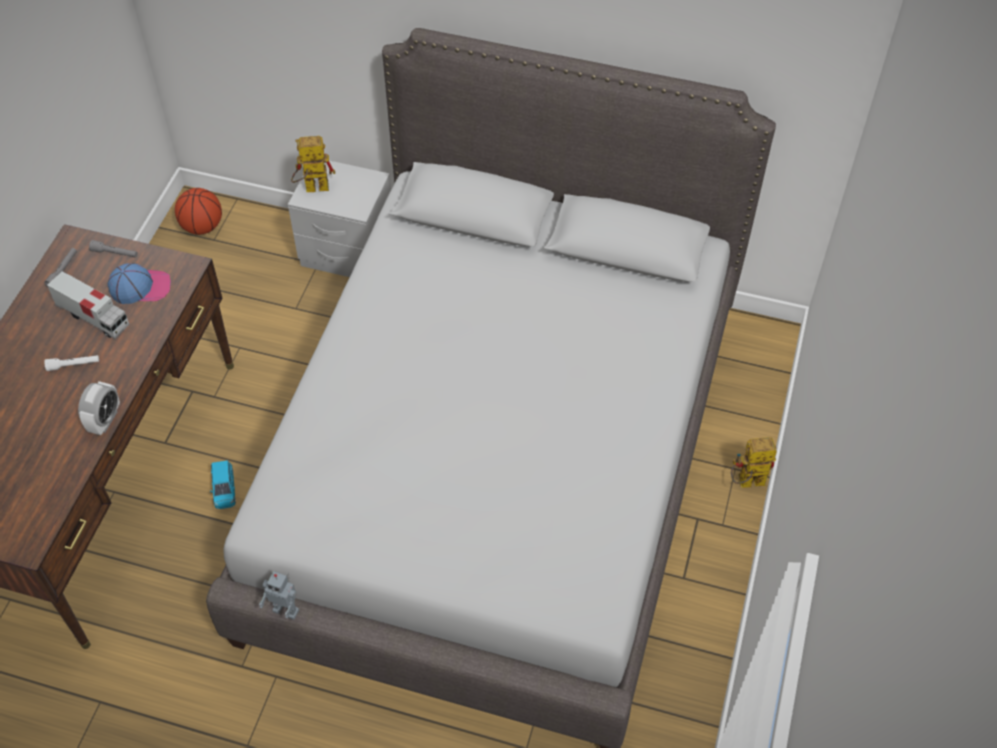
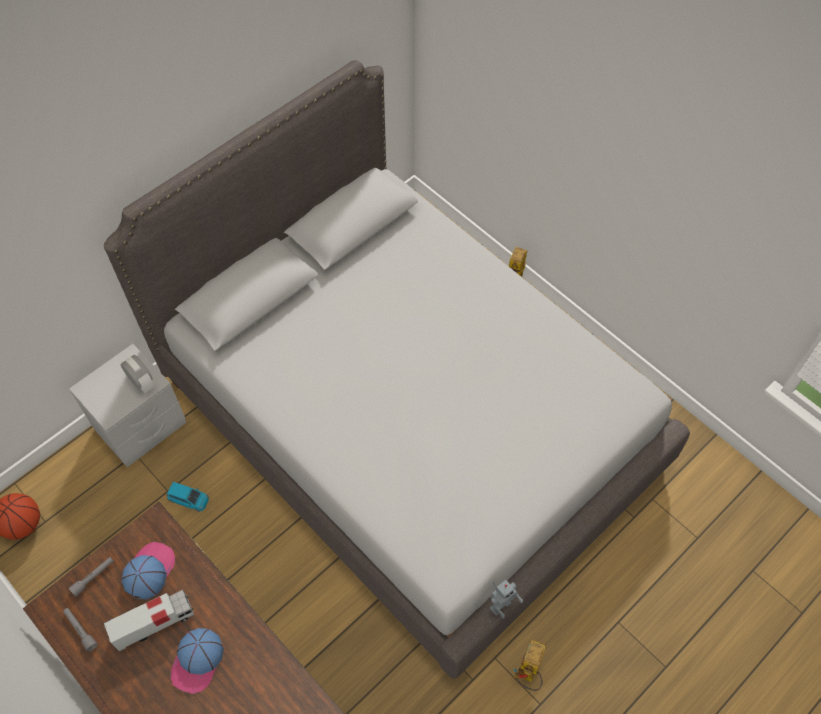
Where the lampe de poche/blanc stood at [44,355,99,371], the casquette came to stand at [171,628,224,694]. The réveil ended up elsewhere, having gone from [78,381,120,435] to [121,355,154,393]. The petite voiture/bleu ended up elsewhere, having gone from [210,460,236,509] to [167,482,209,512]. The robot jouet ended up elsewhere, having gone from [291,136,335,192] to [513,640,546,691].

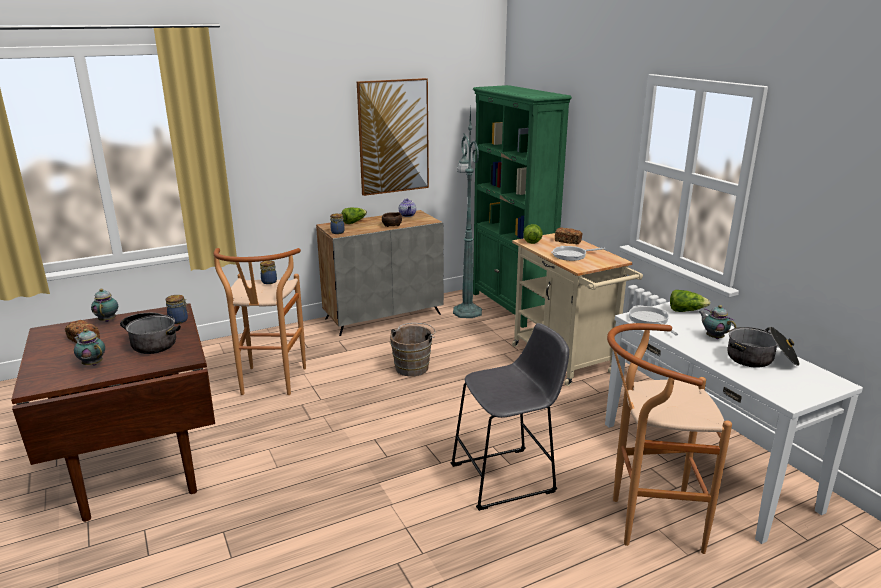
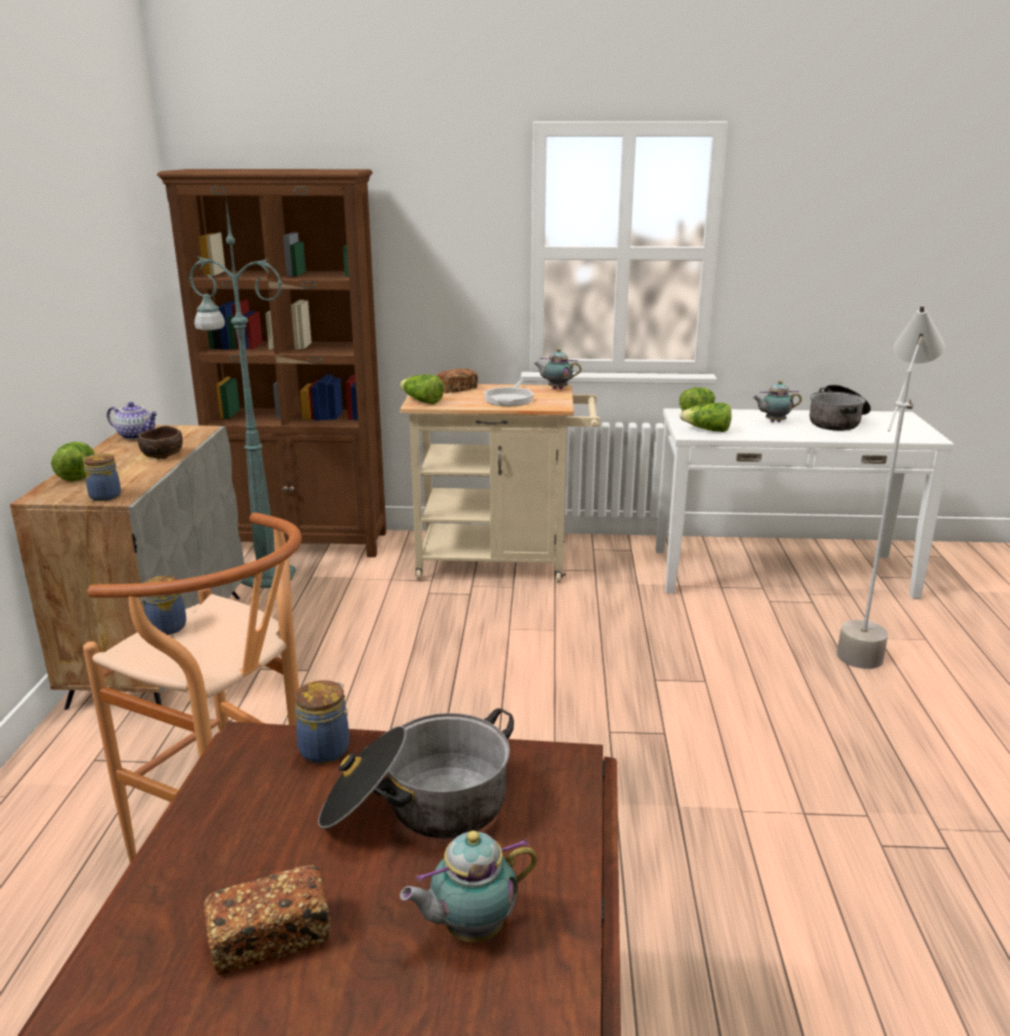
The théière ended up elsewhere, having gone from [91,289,118,322] to [534,348,582,389]. The second view lost the tableau at [357,78,429,196]. The second view lost the seau/marron at [390,323,436,376]. The second view lost the tabouret/gris at [451,323,569,511]. What was the bibliothèque/vert at [473,85,572,328] turned into the bibliothèque/marron at [157,169,386,557]. Where the tabouret/marron stood at [607,323,732,554], the lampadaire/gris came to stand at [837,305,945,669]. Where the poêle stood at [629,305,678,336], the laitue came to stand at [679,403,731,432].

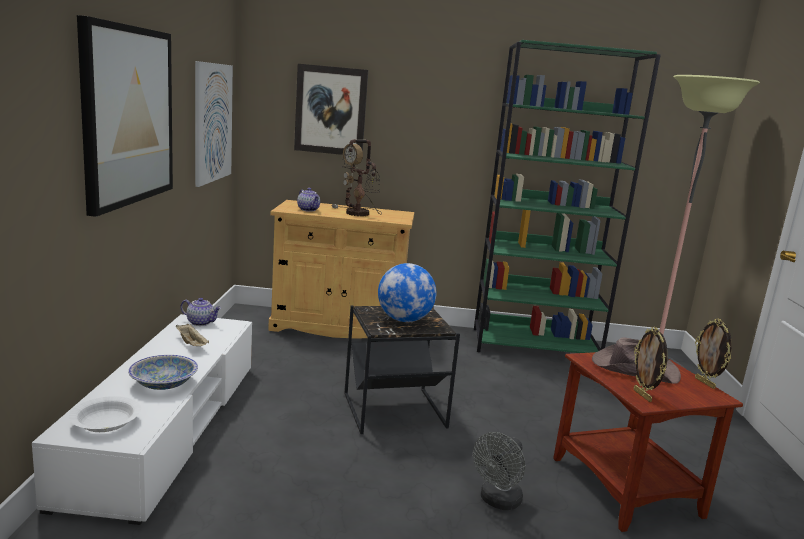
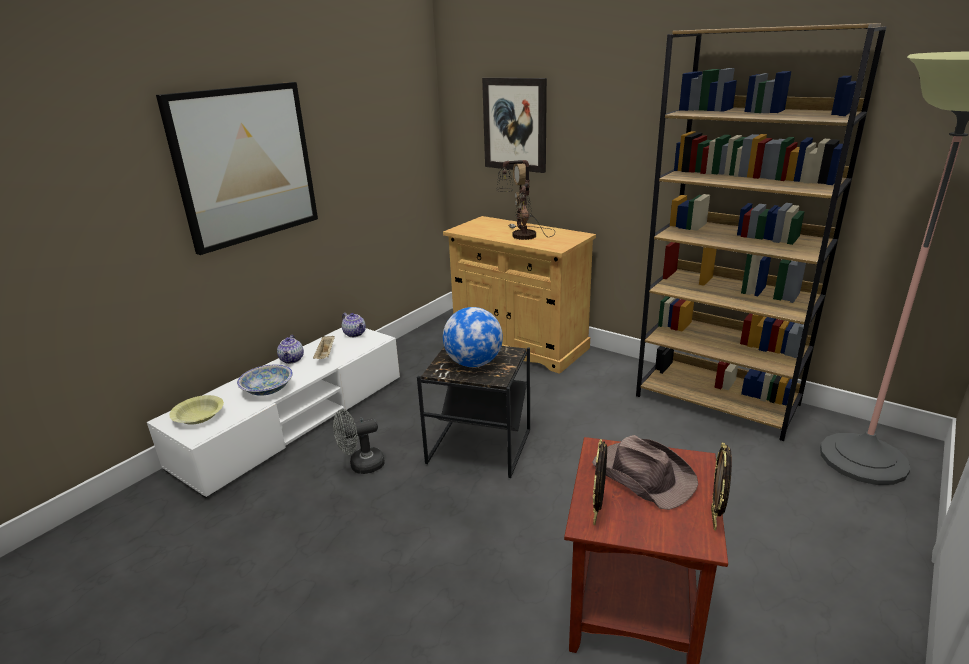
What was the bol/blanc at [69,396,141,432] turned into the bol/jaune at [169,395,224,425]. The second view lost the tableau at [195,61,233,187]. The théière ended up elsewhere, having gone from [297,188,320,212] to [277,335,304,364]. The ventilateur/gris ended up elsewhere, having gone from [473,432,526,510] to [333,409,385,474]. What was the bibliothèque/vert at [474,40,661,353] turned into the bibliothèque/marron at [636,23,887,441].

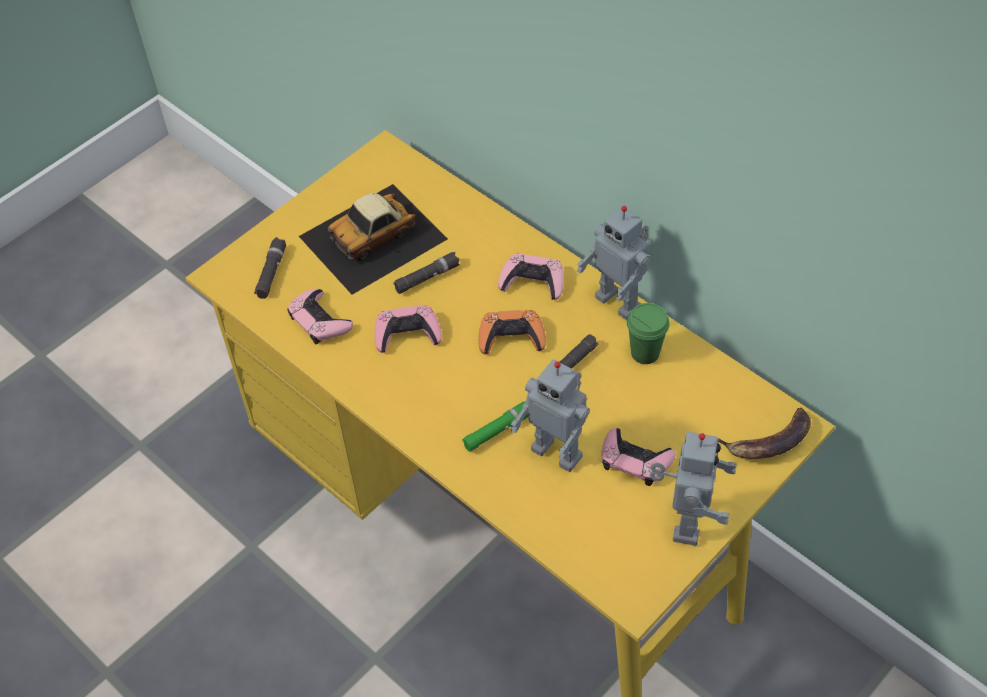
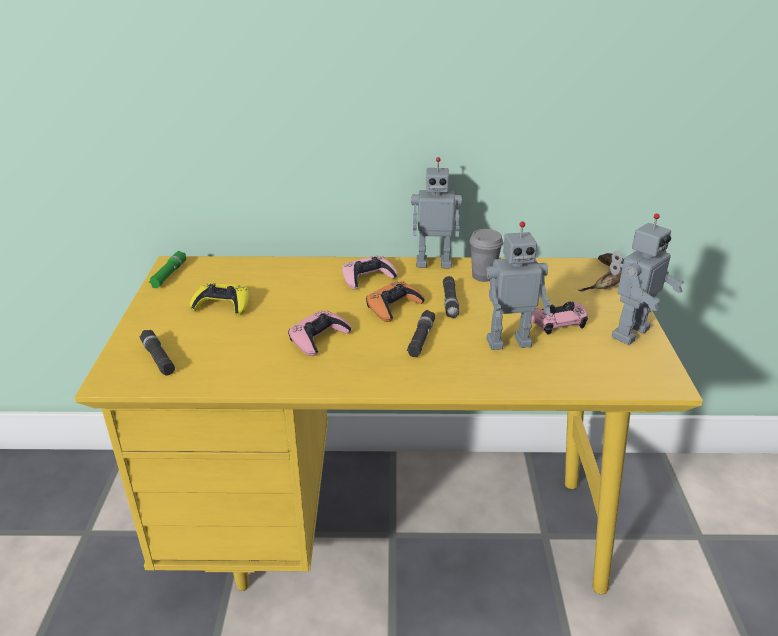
The second view lost the manette/rose at [287,289,353,344]. Where the petite voiture stood at [299,184,448,295], the manette/jaune came to stand at [190,283,249,315]. The lampe de poche/noir ended up elsewhere, having gone from [393,252,460,294] to [407,310,435,357]. The lampe de poche/vert ended up elsewhere, having gone from [462,401,529,452] to [149,251,186,288]. What was the tasse/vert at [627,303,669,364] turned into the tasse/gris at [469,229,503,282]. The robot jouet at [650,432,737,546] ended up facing another way, 75 degrees clockwise from before.

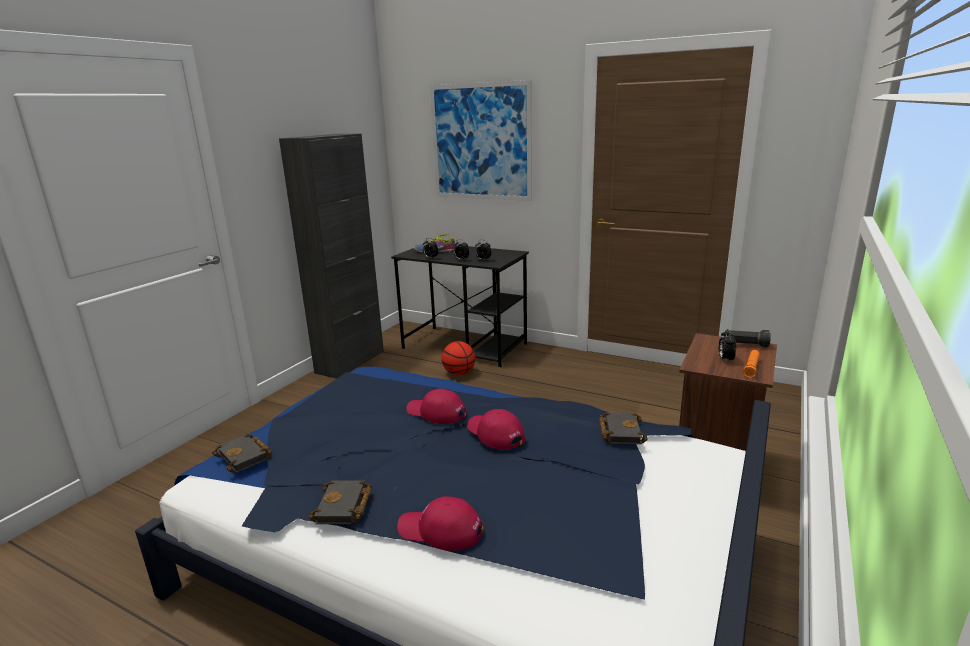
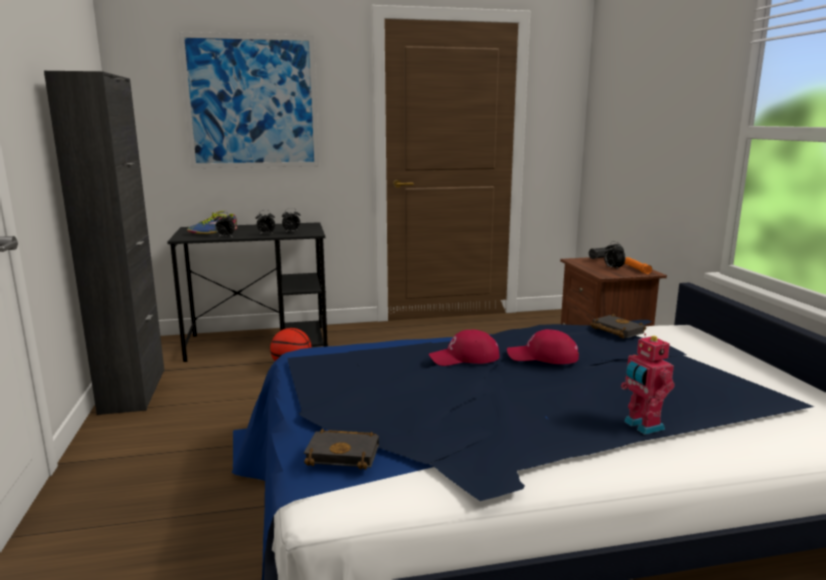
The second view lost the livre/noir at [309,480,372,524]. Where the casquette/rouge stood at [397,496,483,551], the robot jouet came to stand at [621,333,675,435].

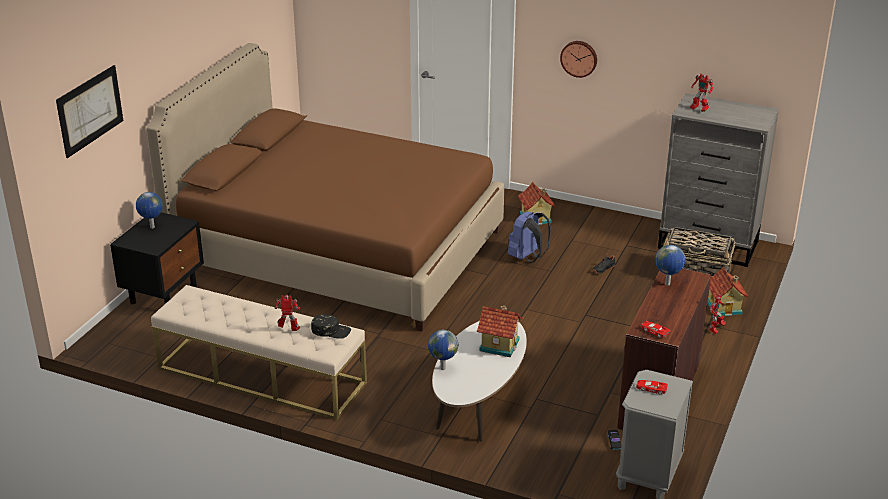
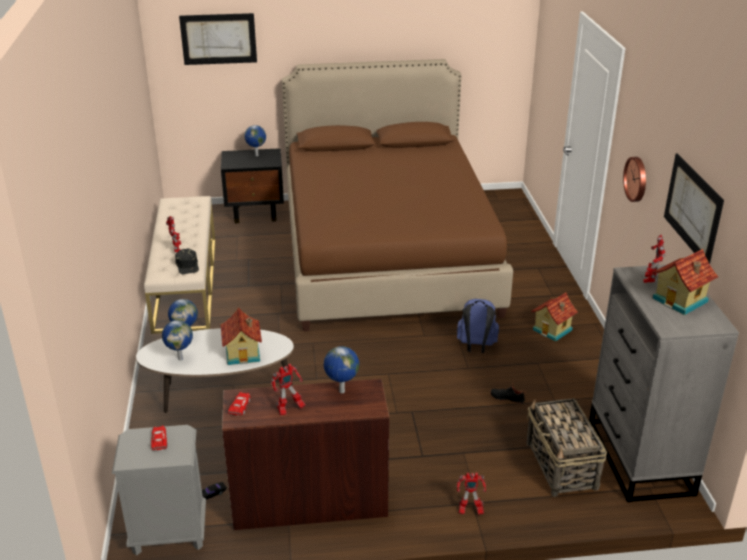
The maison miniature ended up elsewhere, having gone from [707,267,748,316] to [652,249,718,315]. The second view gained the globe at [162,320,193,360]. The second view gained the robot jouet at [271,364,306,415]. The second view gained the tableau at [664,153,724,264].

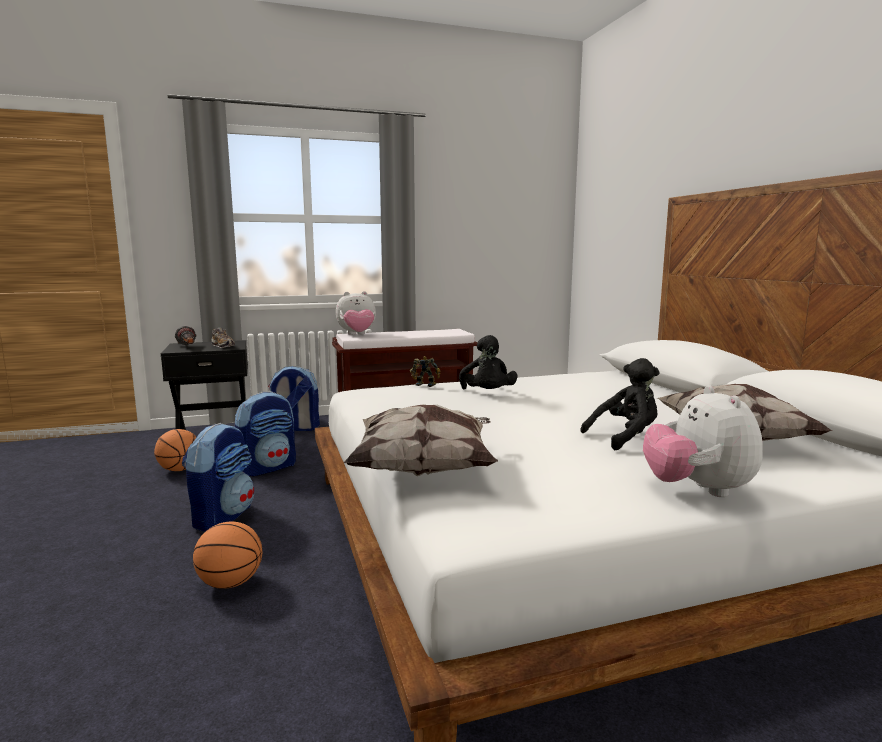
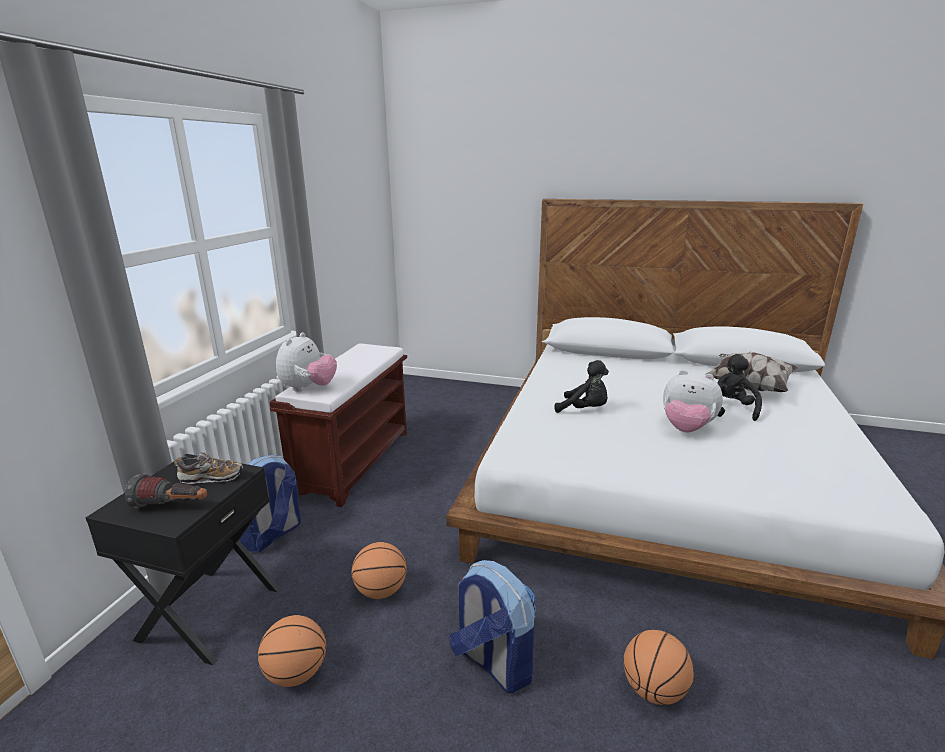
Where the sac à dos stood at [234,391,296,476], the ballon de basket came to stand at [352,542,407,599]. The second view lost the coussin at [344,404,498,476]. The second view lost the robot jouet at [410,356,441,387]. The peluche ended up elsewhere, having gone from [643,385,763,497] to [663,370,723,432].

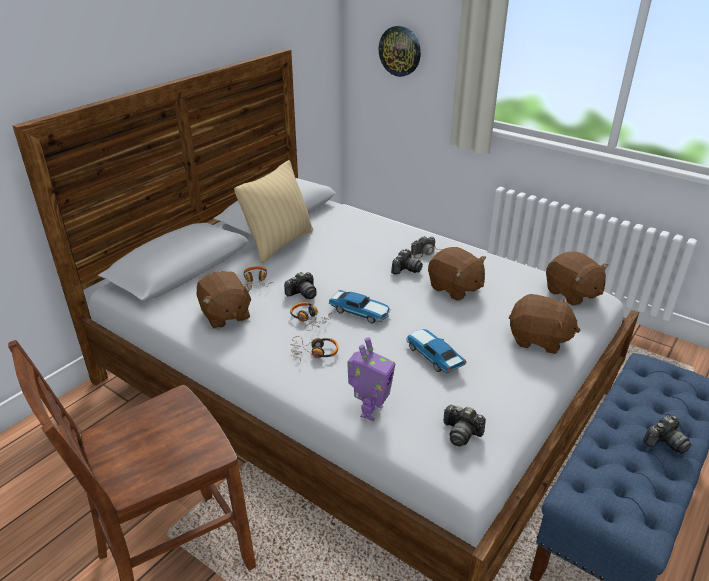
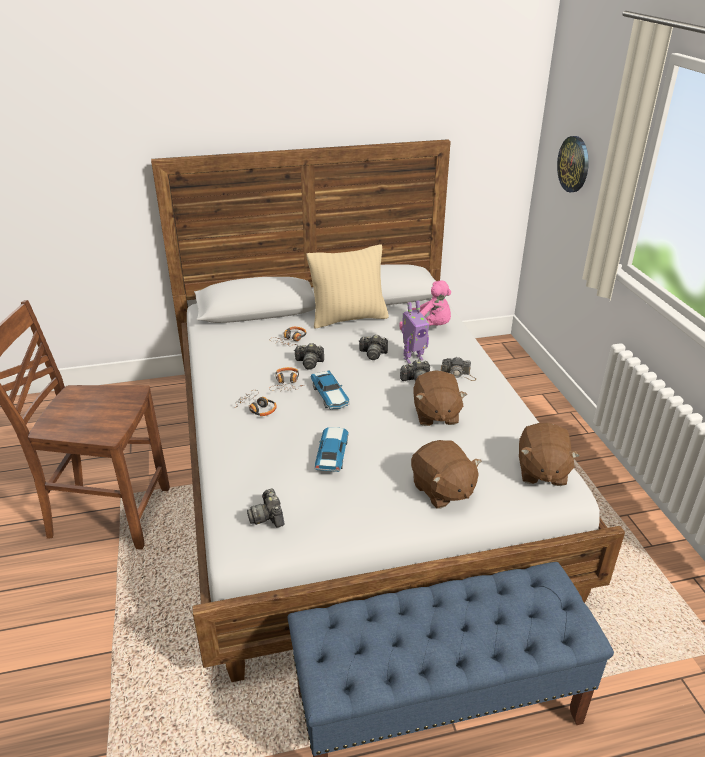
The second view lost the peluche/marron at [196,271,252,329]. The robot jouet ended up elsewhere, having gone from [347,337,396,421] to [401,300,429,364]. The appareil photo ended up elsewhere, having gone from [643,415,692,454] to [359,334,388,360]. The second view gained the peluche/rose at [399,280,451,330].

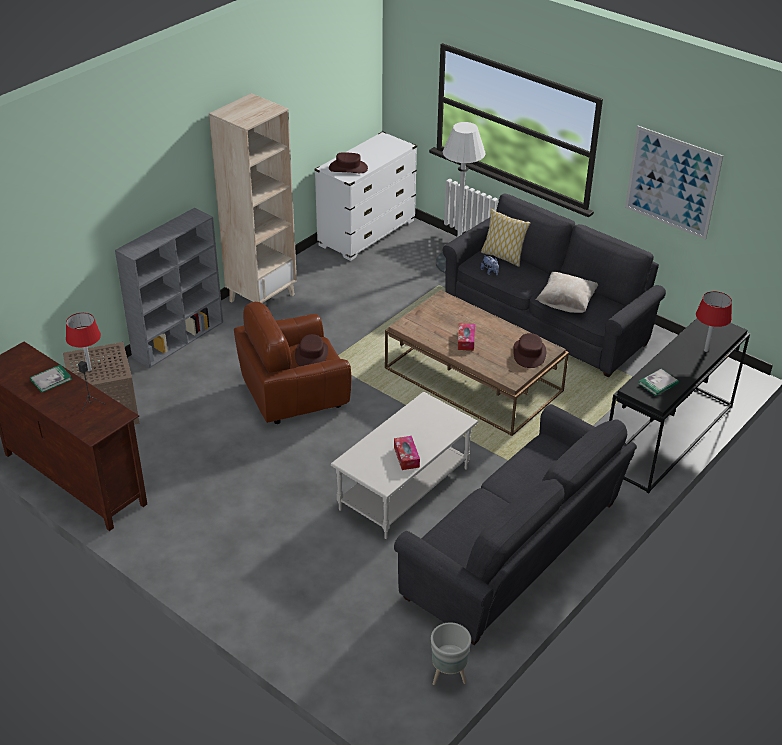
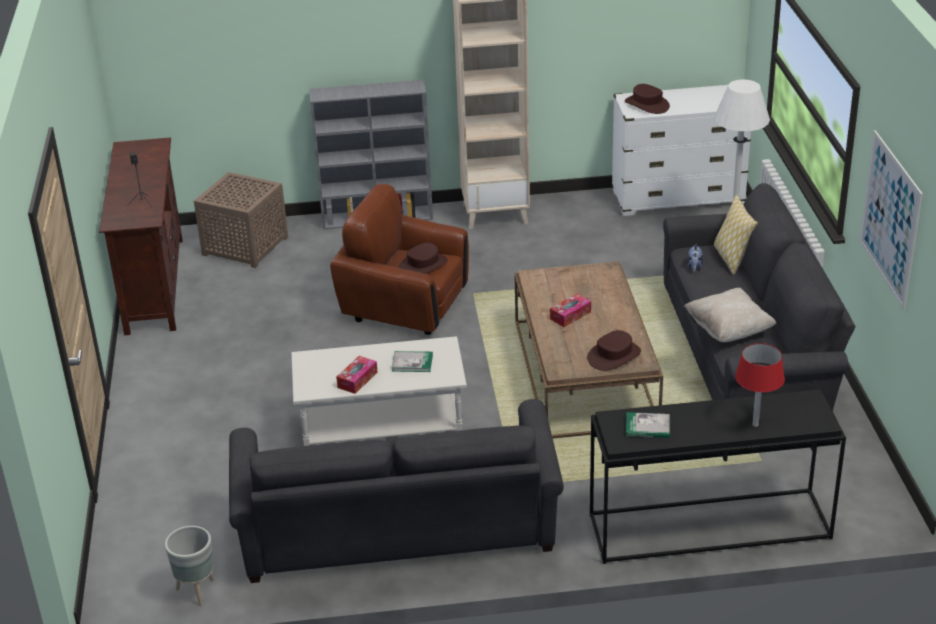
The livre ended up elsewhere, having gone from [30,365,72,392] to [392,351,433,372]. The second view lost the lampe de table/rouge at [66,313,101,371].

